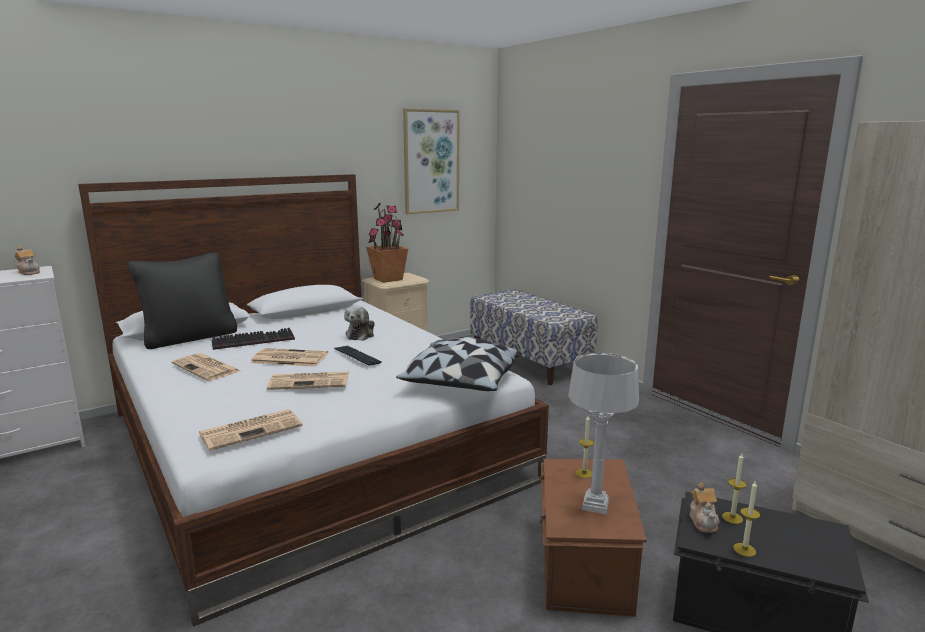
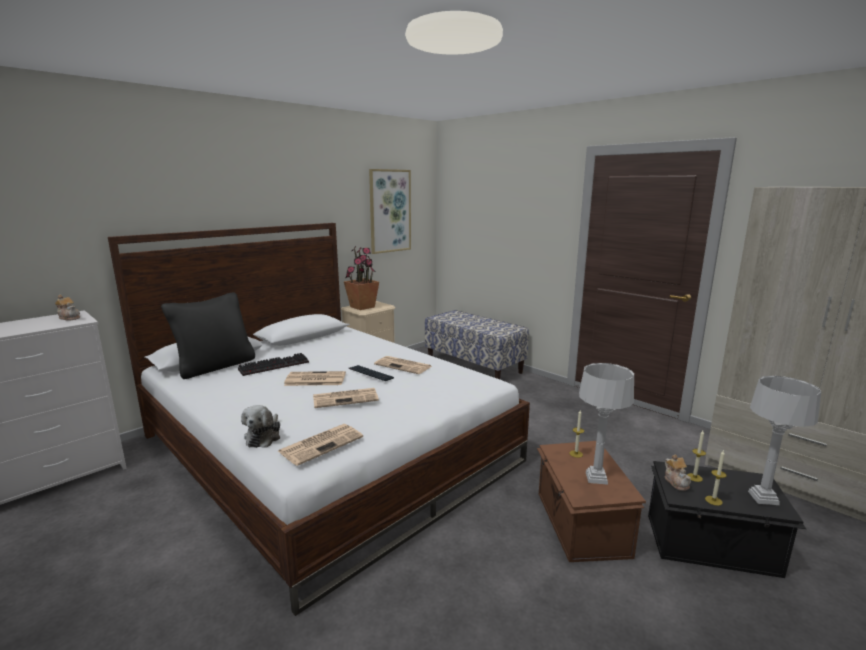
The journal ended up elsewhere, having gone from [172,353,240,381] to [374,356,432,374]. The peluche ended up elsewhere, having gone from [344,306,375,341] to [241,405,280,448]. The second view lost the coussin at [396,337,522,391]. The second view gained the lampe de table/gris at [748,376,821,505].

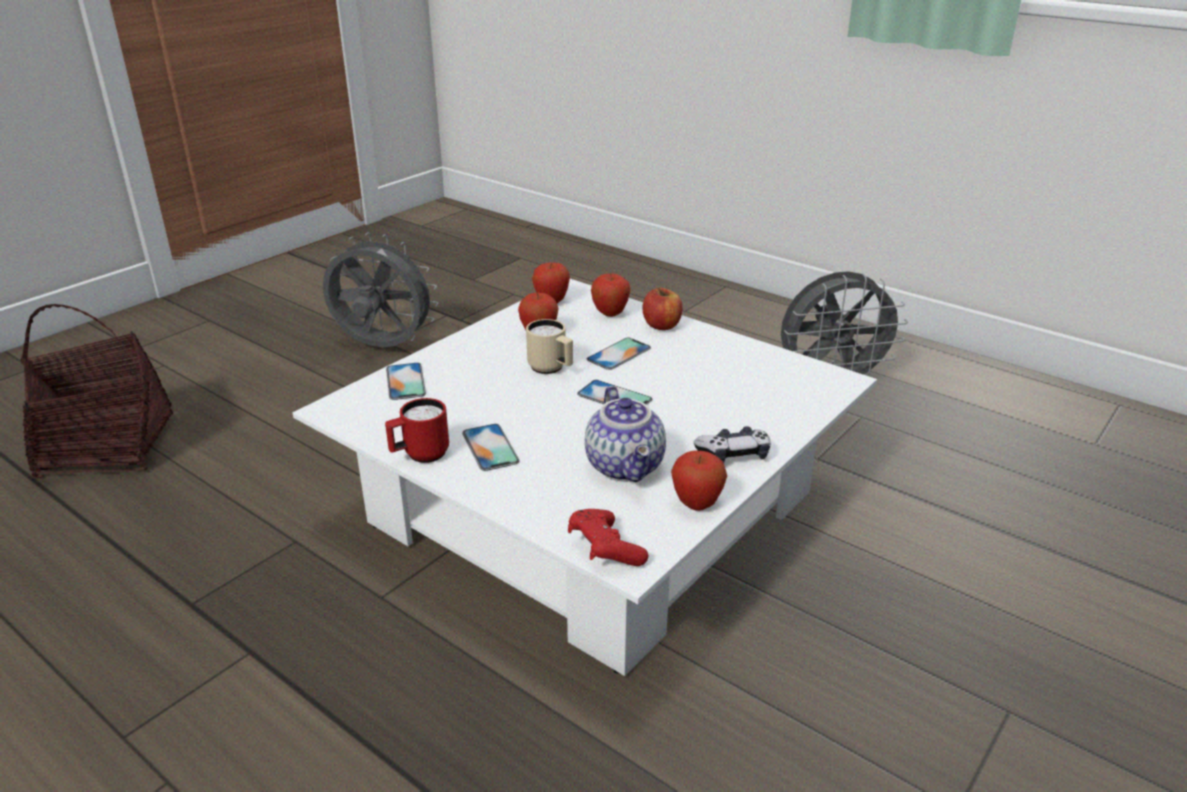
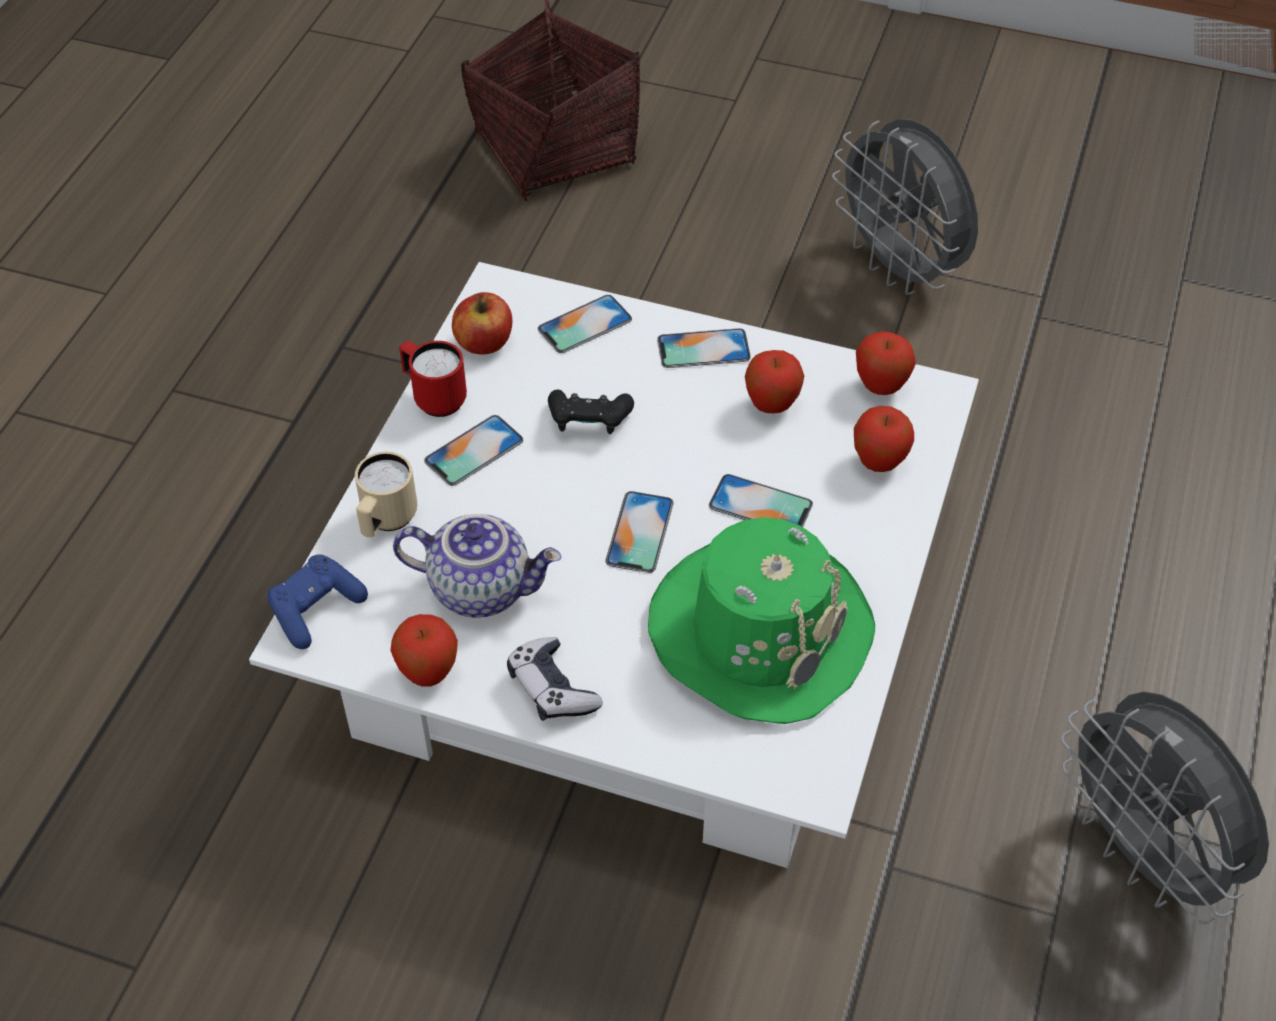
The ventilateur/gris at [323,232,438,347] ended up facing another way, 150 degrees clockwise from before. The mug/beige ended up elsewhere, having gone from [526,319,573,374] to [355,452,417,538]. What was the manette/rouge at [568,509,648,566] turned into the manette/bleu at [268,554,368,649]. The théière at [585,386,666,482] ended up facing another way, 135 degrees counterclockwise from before. The pomme ended up elsewhere, having gone from [642,287,682,330] to [452,292,512,355]. The second view gained the manette/noir at [548,390,634,434]. The second view gained the chapeau/vert at [648,517,875,724]. The second view gained the téléphone at [657,328,751,368].

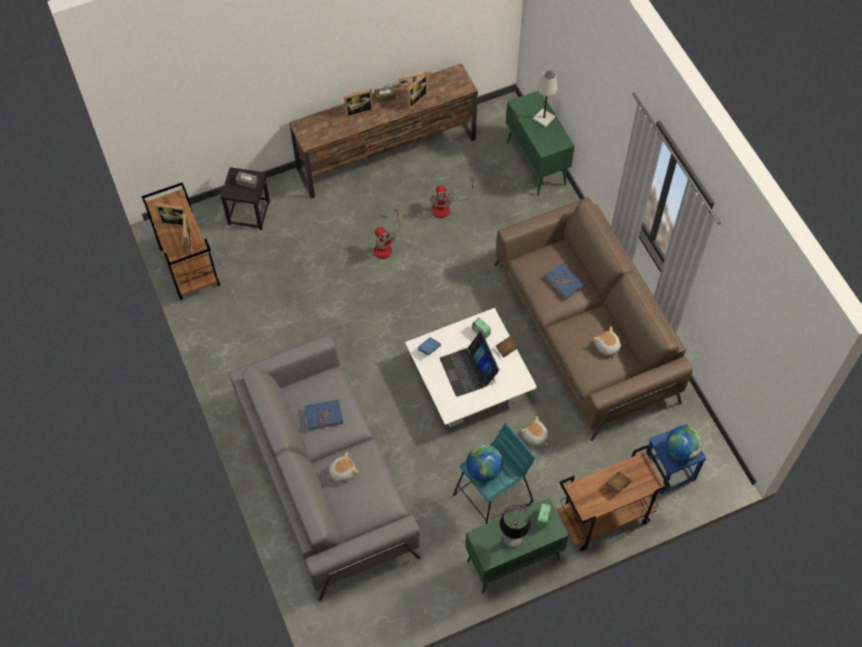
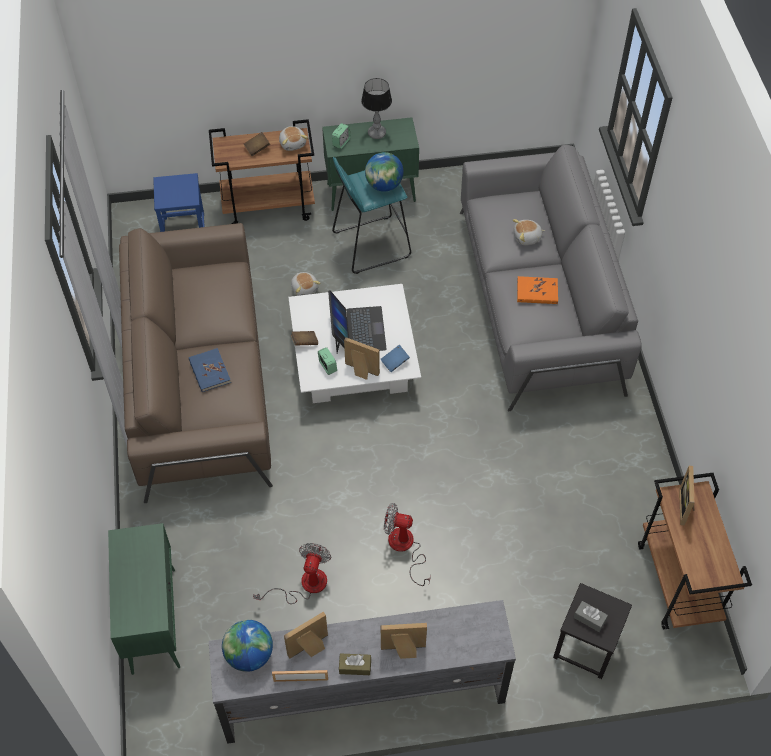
The cadre photo ended up elsewhere, having gone from [155,203,190,227] to [344,337,380,380]. What was the meuble télé/marron at [289,63,478,199] turned into the meuble télé/gris at [209,600,516,744]. What was the livre/bleu at [304,400,343,430] turned into the livre/orange at [517,276,558,304]. The ventilateur at [374,206,400,259] ended up facing another way, 60 degrees counterclockwise from before. The second view lost the lampe de table/blanc at [533,70,557,128]. The peluche ended up elsewhere, having gone from [593,326,621,356] to [279,126,308,151]. The globe ended up elsewhere, having gone from [666,426,702,462] to [222,620,273,672].

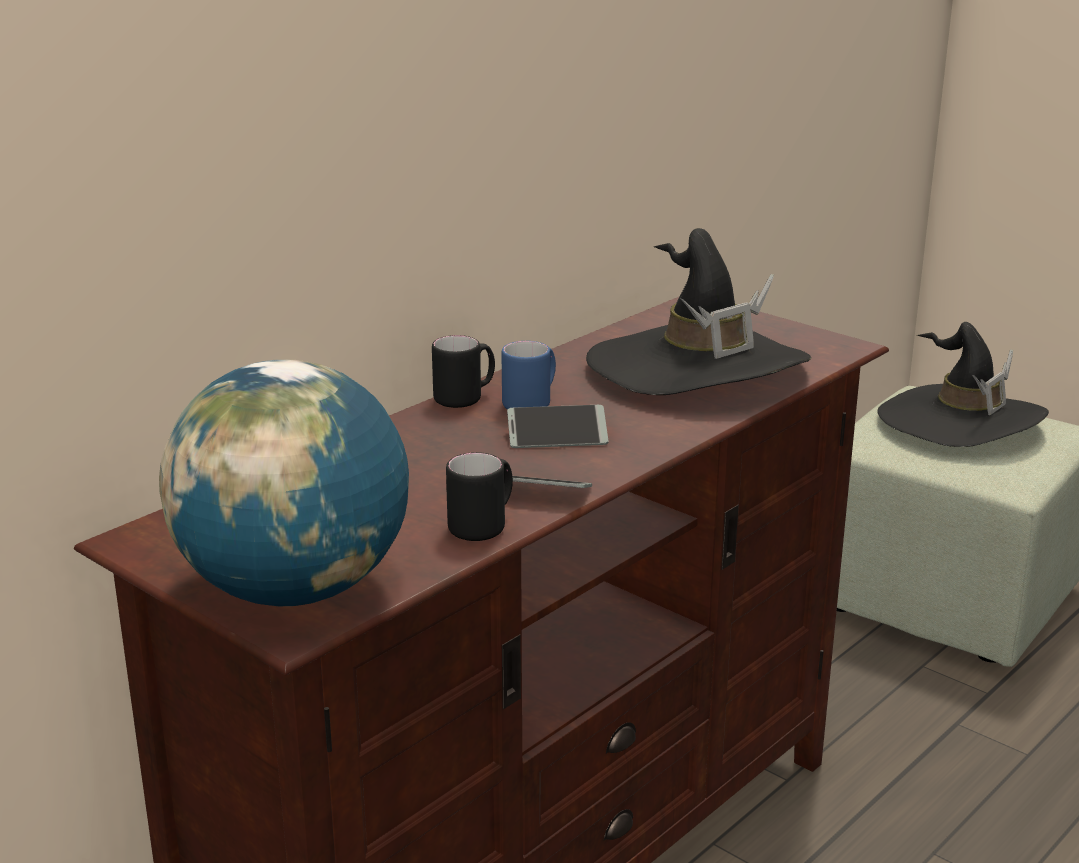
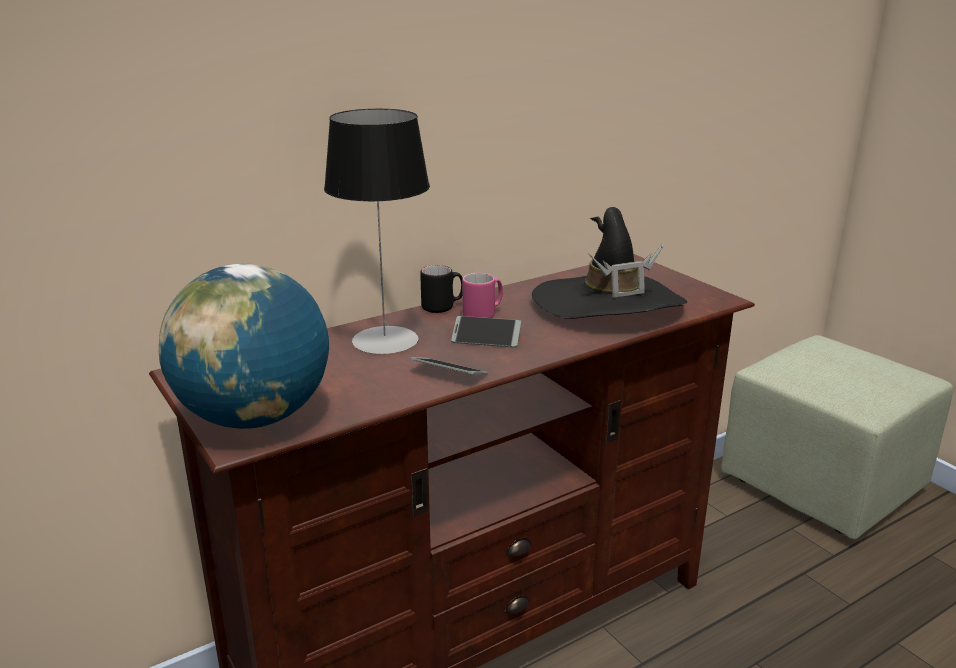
The second view lost the mug/noir at [446,452,513,541]. What was the mug/bleu at [502,341,556,409] turned into the mug/rose at [462,273,503,318]. The second view lost the chapeau/noir at [877,322,1049,447]. The second view gained the lampe de table at [324,109,430,354].

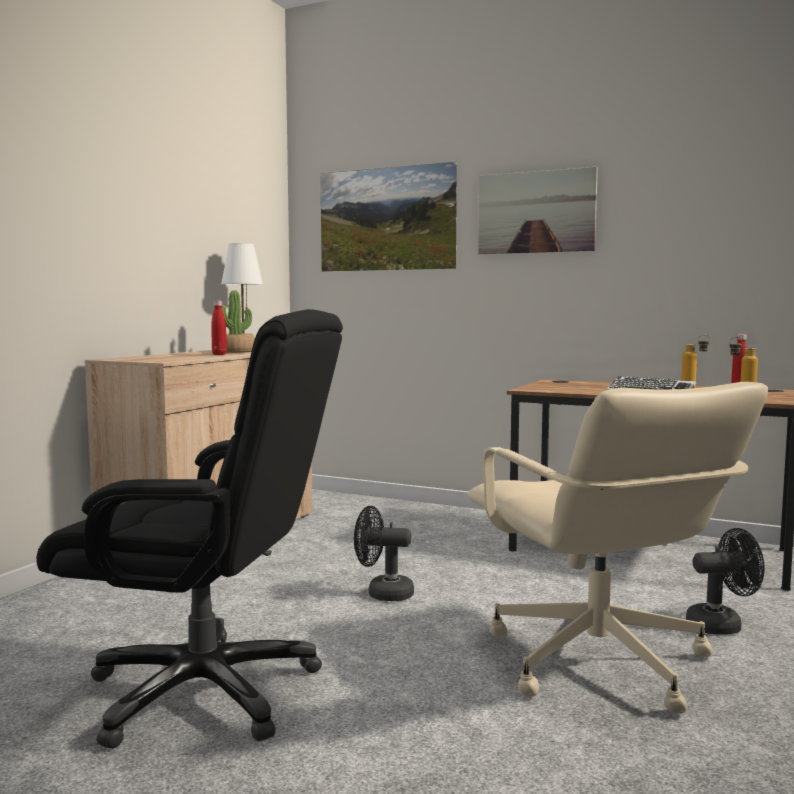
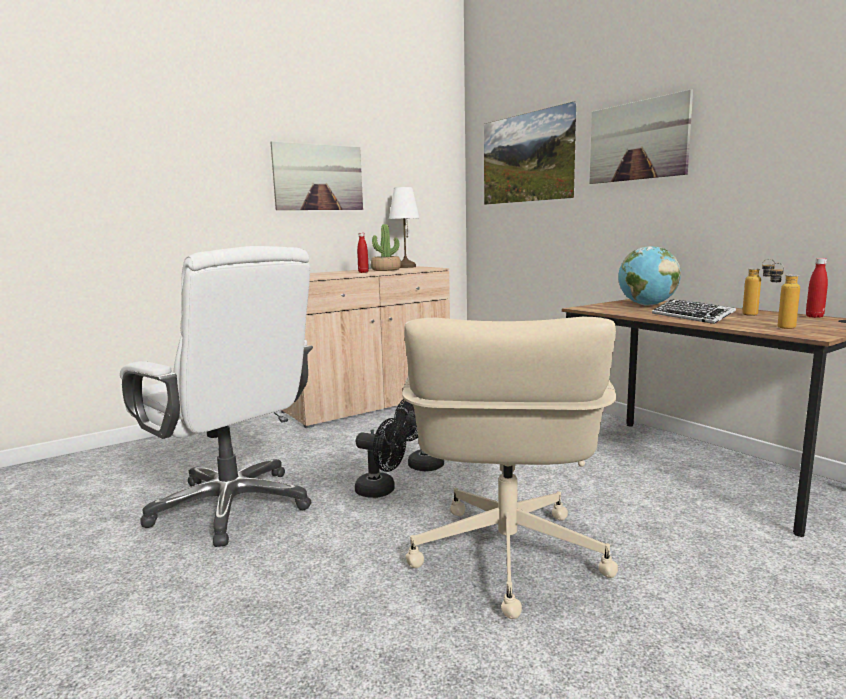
What was the chaise de bureau/noir at [36,309,343,748] turned into the chaise de bureau/blanc at [120,246,313,547]. The ventilateur/noir ended up elsewhere, having gone from [686,528,764,635] to [355,418,406,498]. The second view gained the tableau at [271,141,363,210]. The second view gained the globe at [618,246,681,306].

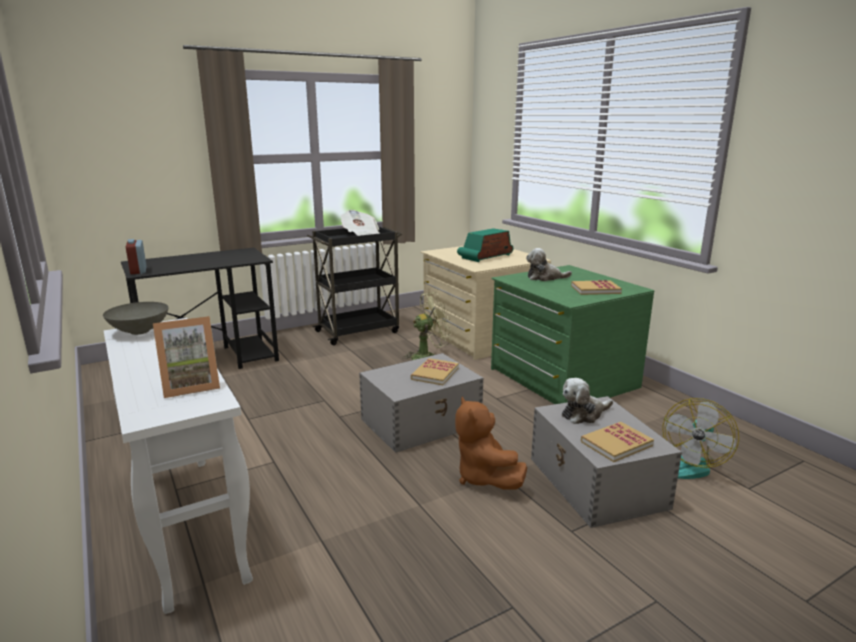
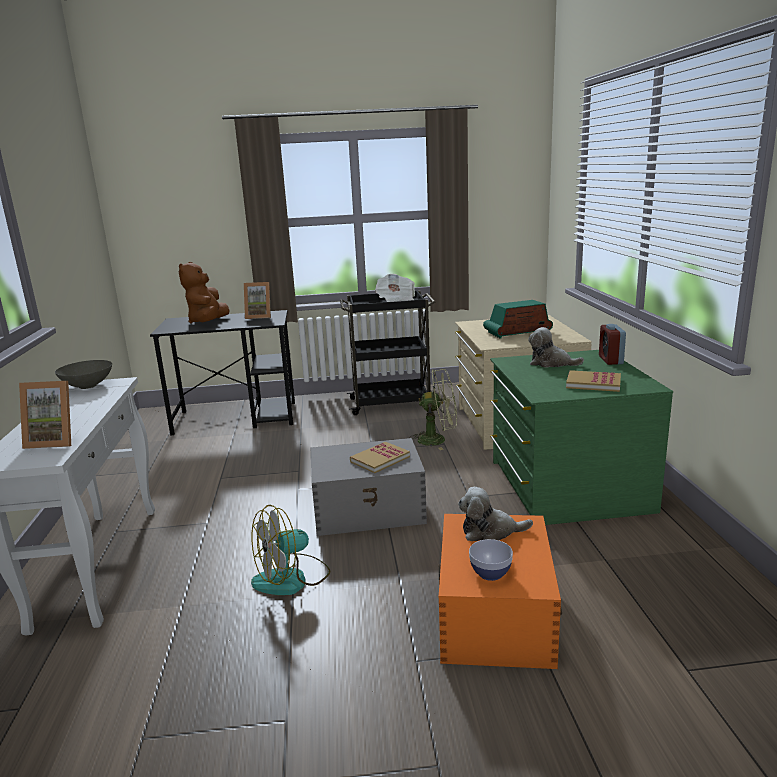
The réveil ended up elsewhere, having gone from [126,239,147,274] to [599,324,626,365]. The peluche/marron ended up elsewhere, having gone from [455,396,527,490] to [179,262,230,323]. What was the boîte de rangement/gris at [531,396,682,528] turned into the boîte de rangement/orange at [438,514,562,669]. Where the livre stood at [581,422,654,462], the bol came to stand at [469,539,513,581]. The ventilateur ended up elsewhere, having gone from [662,398,739,479] to [251,504,330,595]. The second view gained the cadre photo at [244,282,271,319].

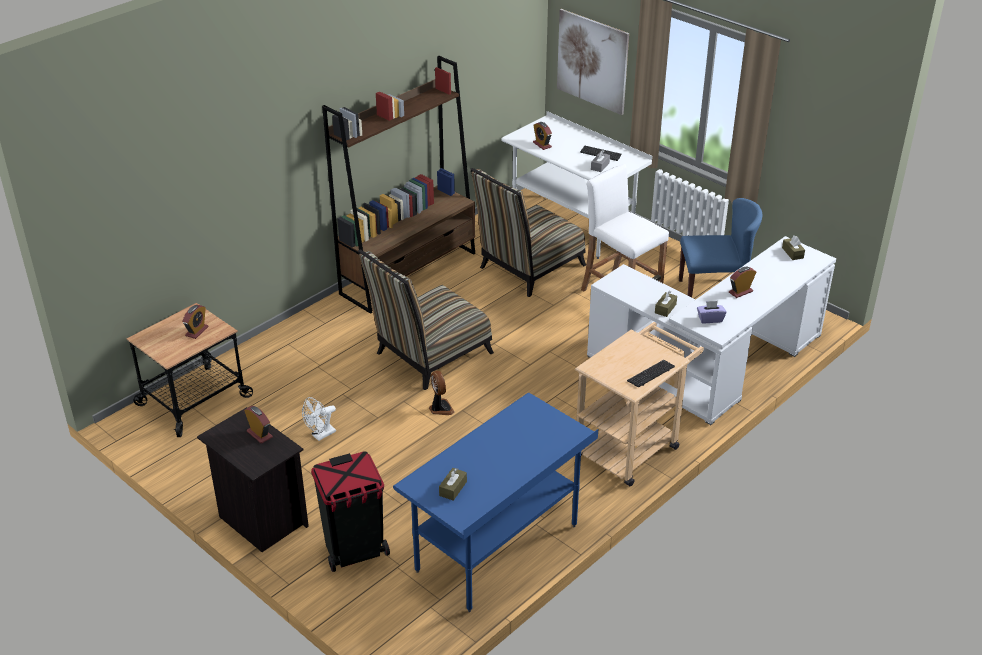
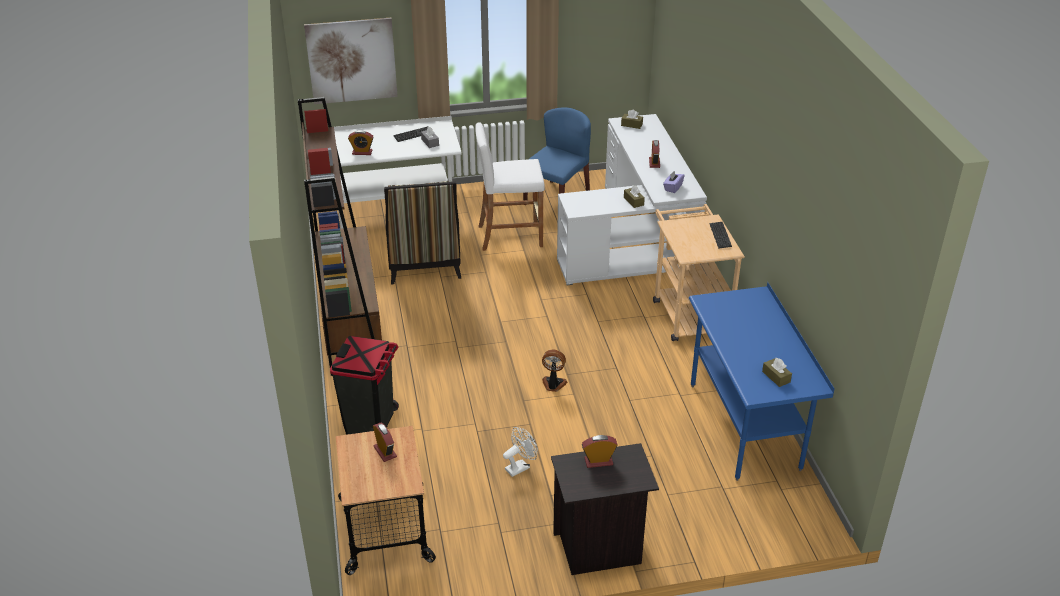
The ventilateur/blanc at [302,397,336,441] ended up facing another way, 120 degrees counterclockwise from before. The poubelle/noir ended up elsewhere, having gone from [311,451,390,572] to [330,336,399,435]. The second view lost the chaise at [358,249,494,390].

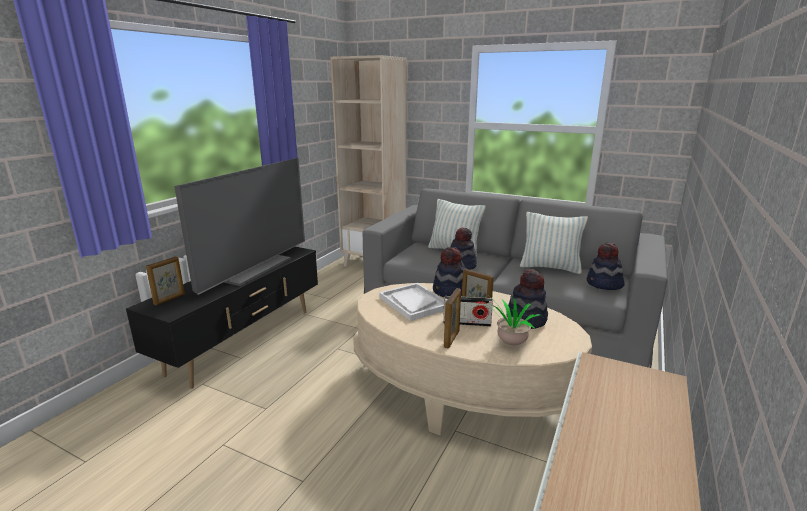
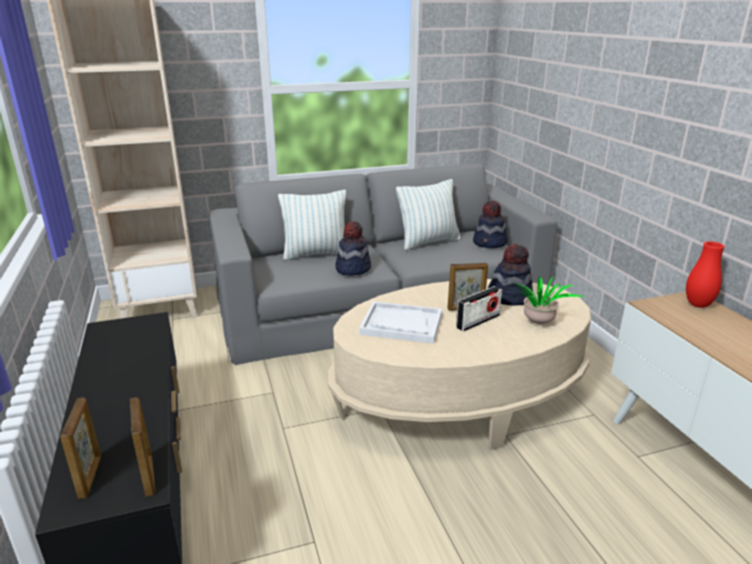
The second view lost the téléviseur at [174,158,305,295]. The second view lost the chapeau at [433,247,465,297]. The cadre photo ended up elsewhere, having gone from [444,288,461,348] to [130,397,155,497]. The second view gained the vase/rouge at [686,241,725,308].

